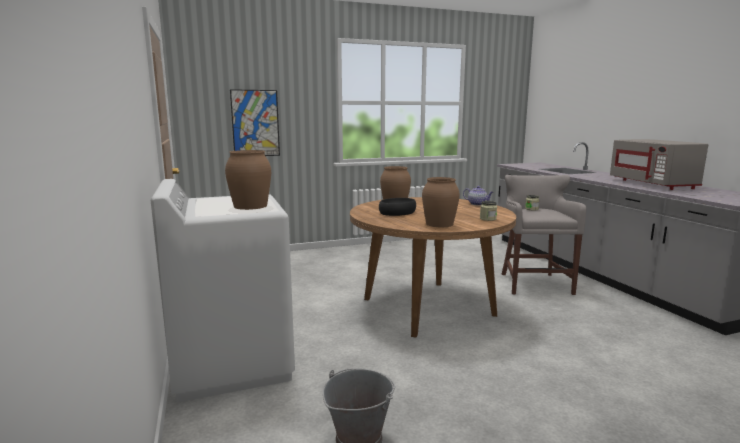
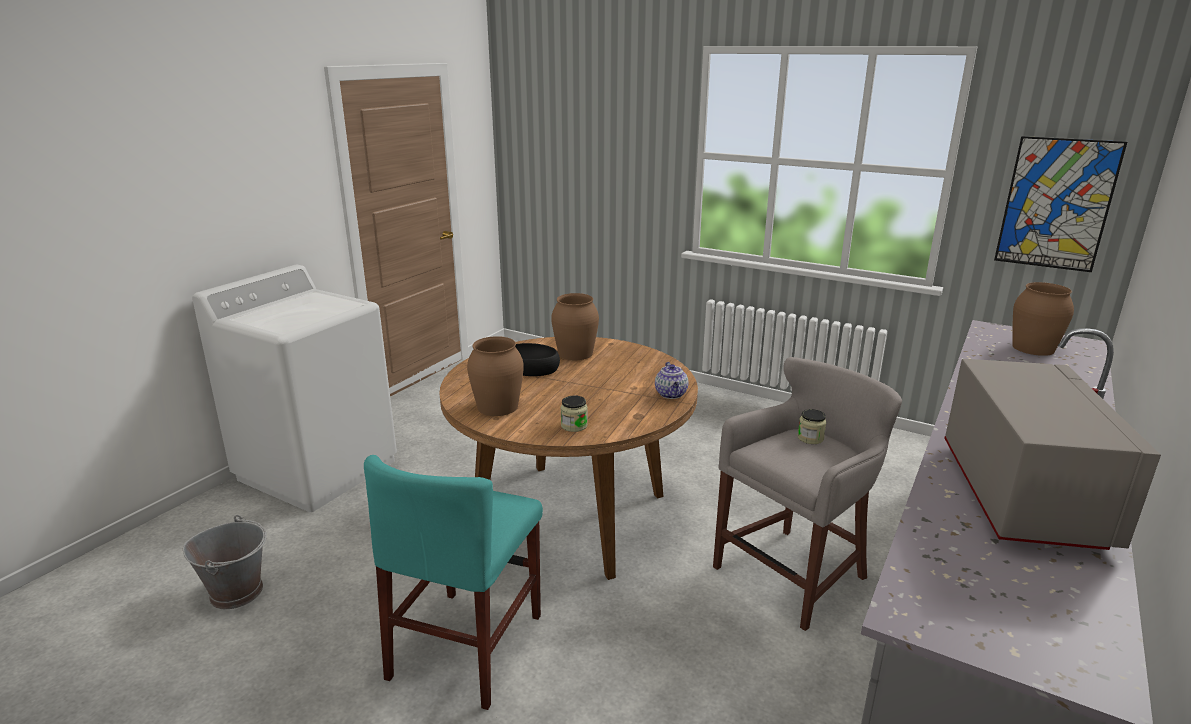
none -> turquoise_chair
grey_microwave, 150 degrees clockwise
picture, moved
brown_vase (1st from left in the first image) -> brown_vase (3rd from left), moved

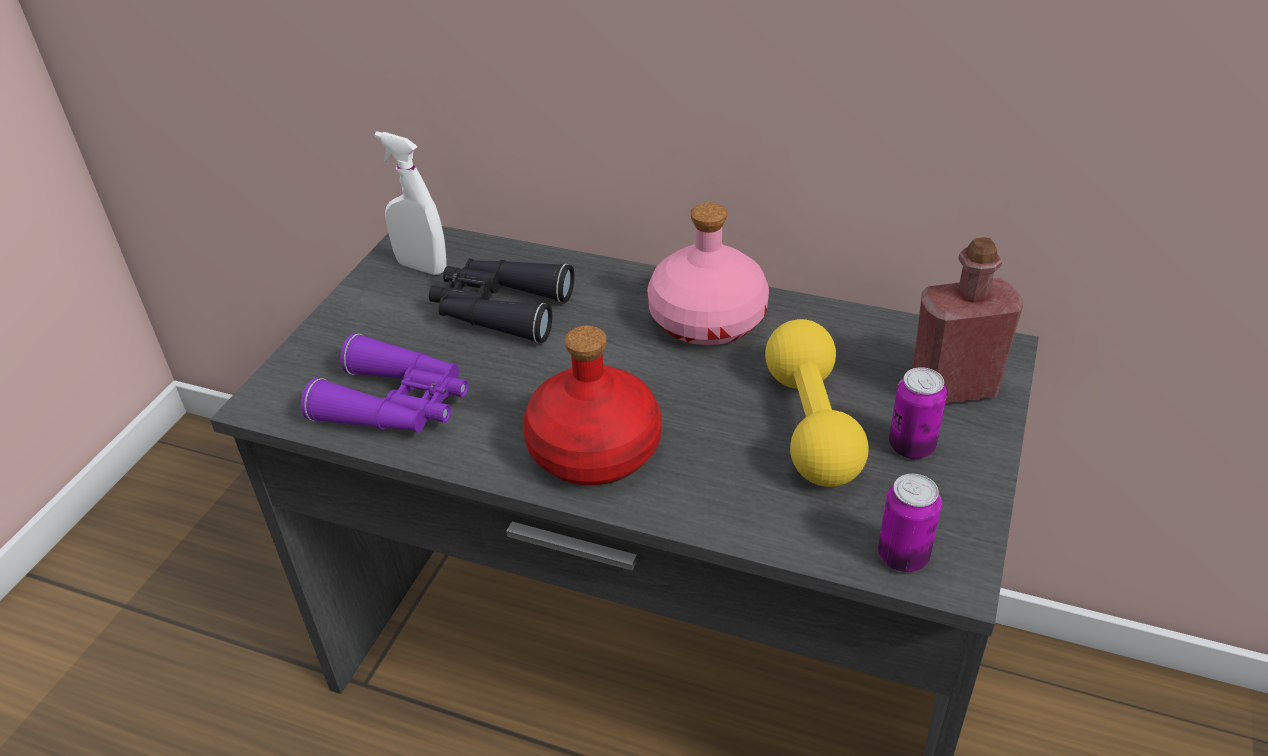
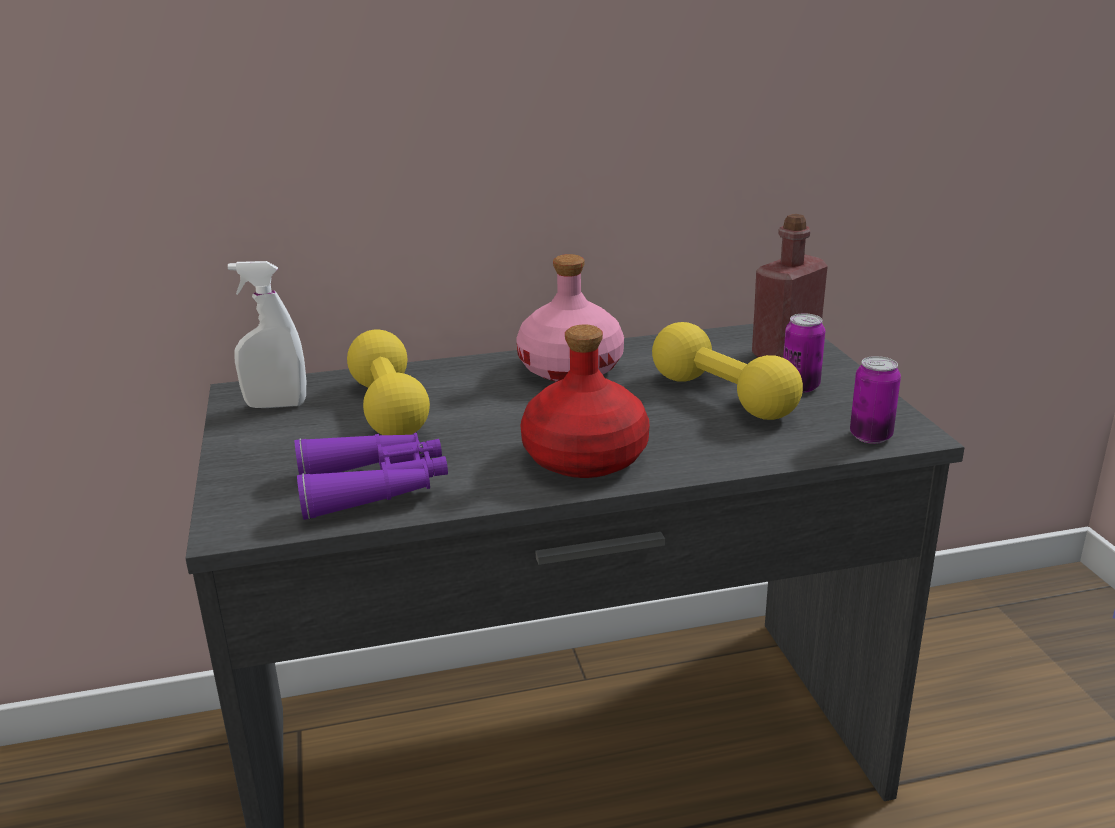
black_binoculars -> yellow_dumbbell (1st from left)

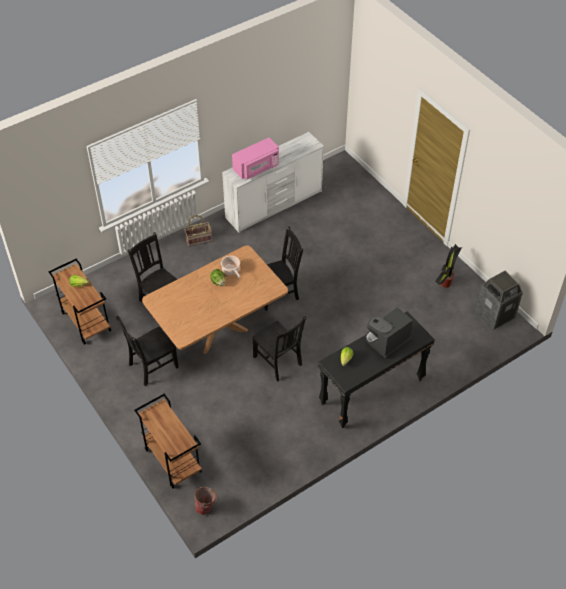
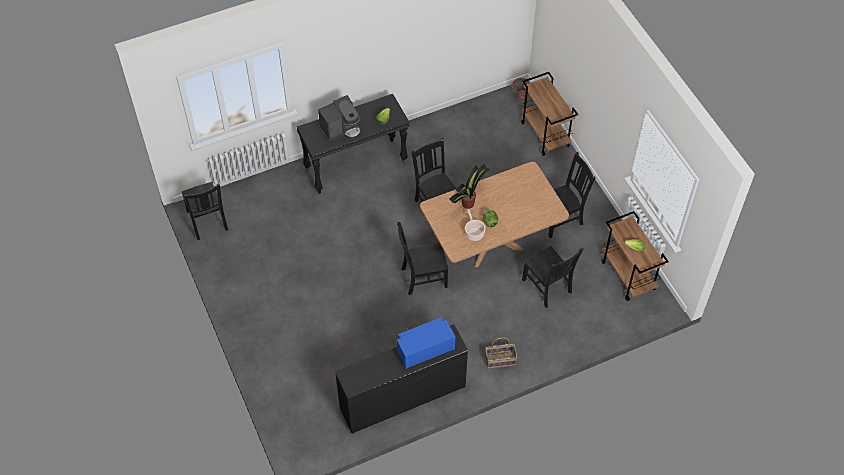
trash_can -> black_chair (1st from left)
white_dresser -> black_dresser
pink_microwave -> blue_microwave
potted_plant, moved

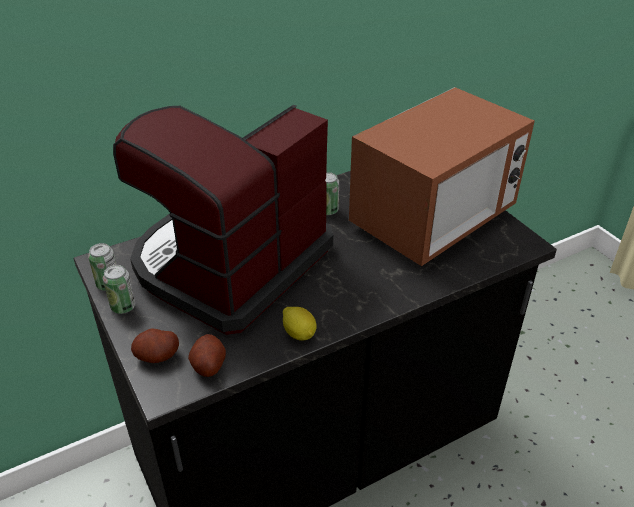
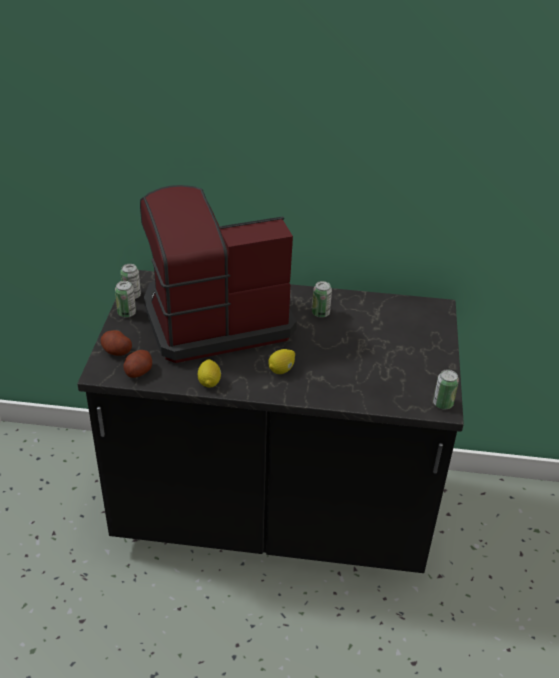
none -> lemon (2nd from left)
none -> can (4th from left)
microwave -> none

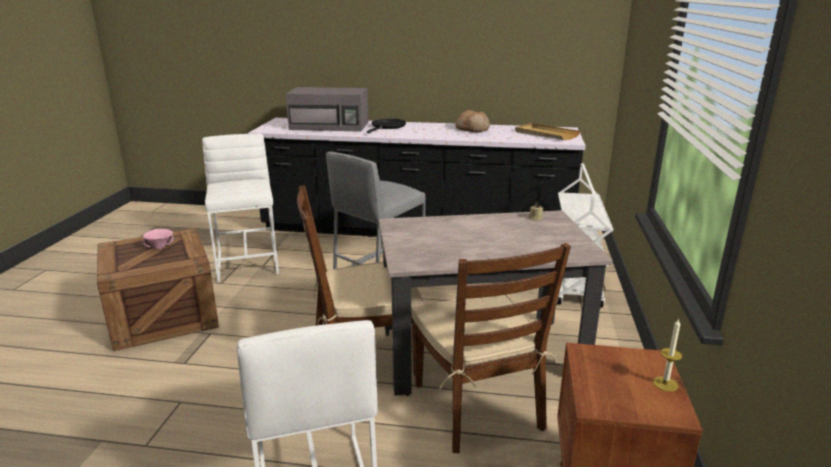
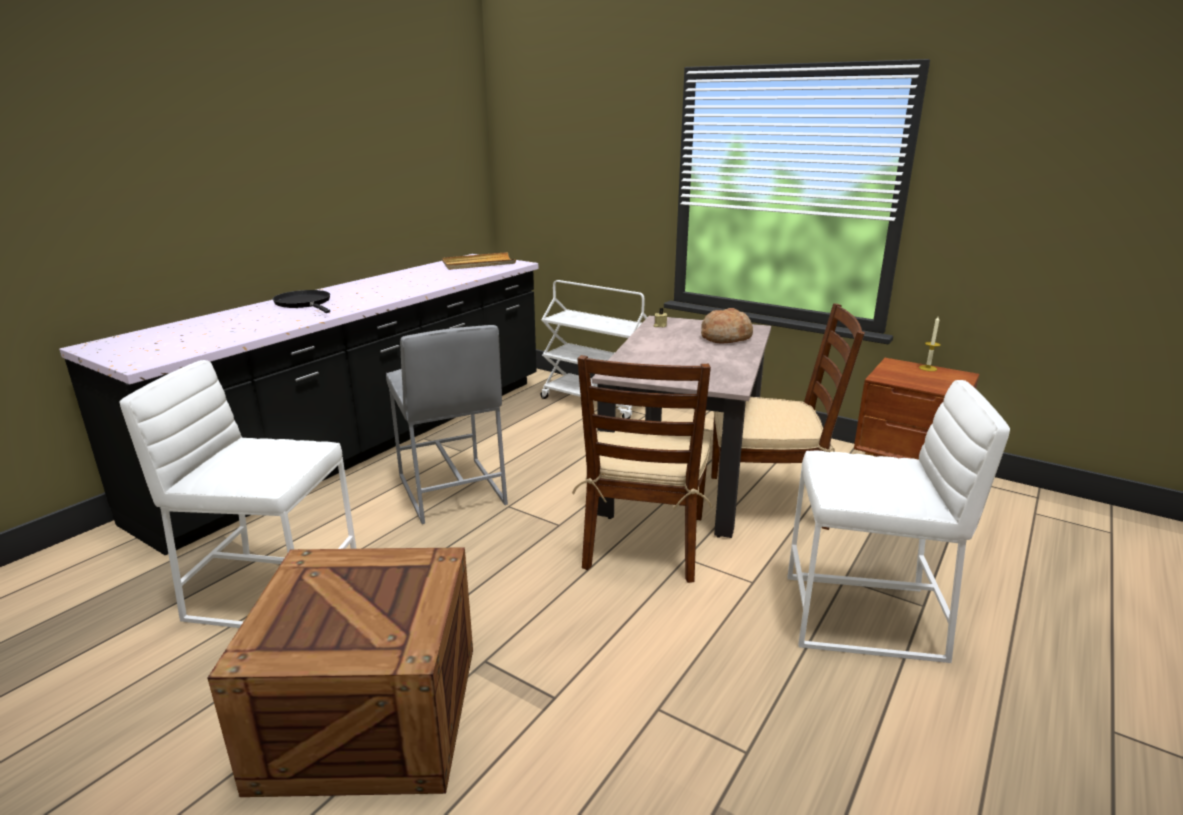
bread, moved
pink_bowl -> none
grey_microwave -> none

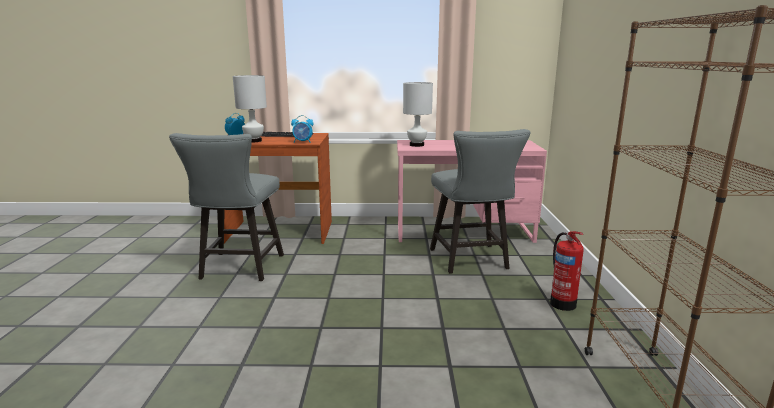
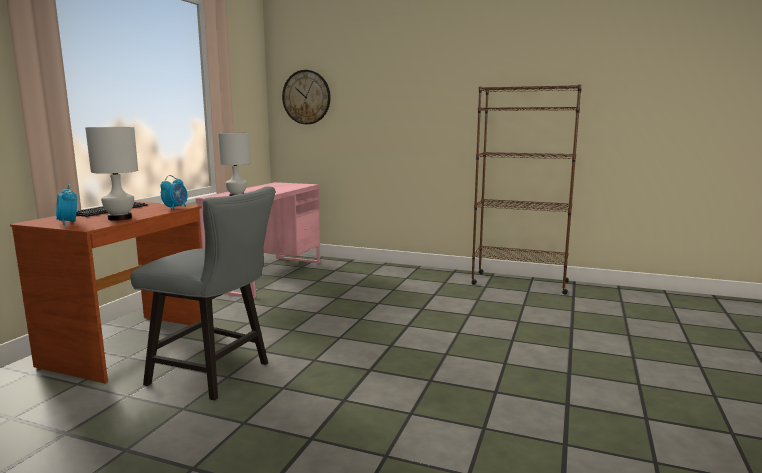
none -> wall_clock
grey_chair (2nd from left) -> none
fire_extinguisher -> none

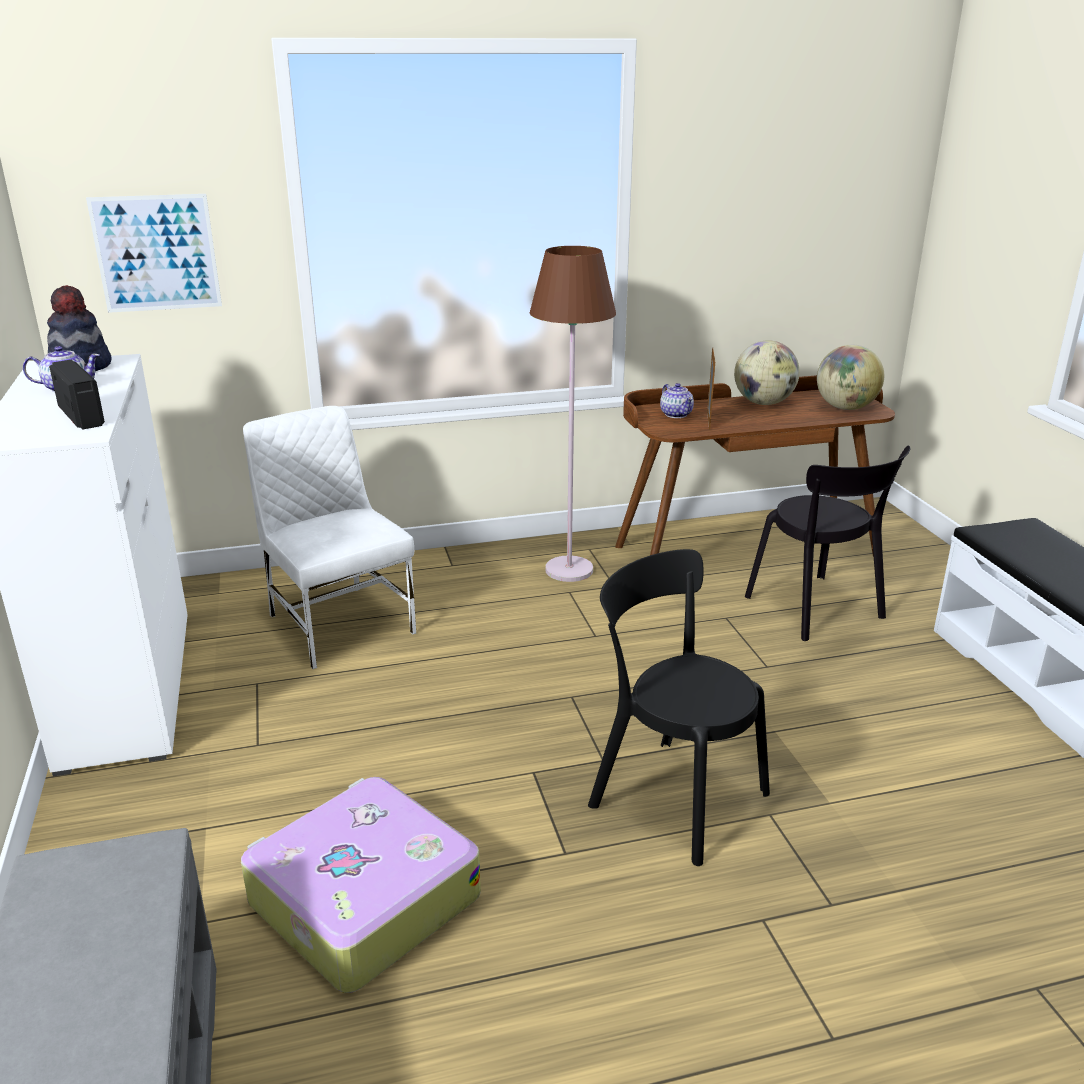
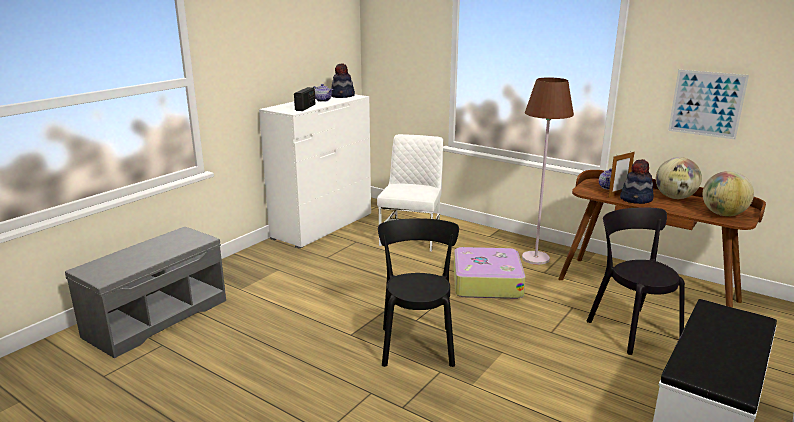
suitcase, moved
black_chair (2nd from left), 135 degrees clockwise
none -> hat (2nd from left)
picture, moved

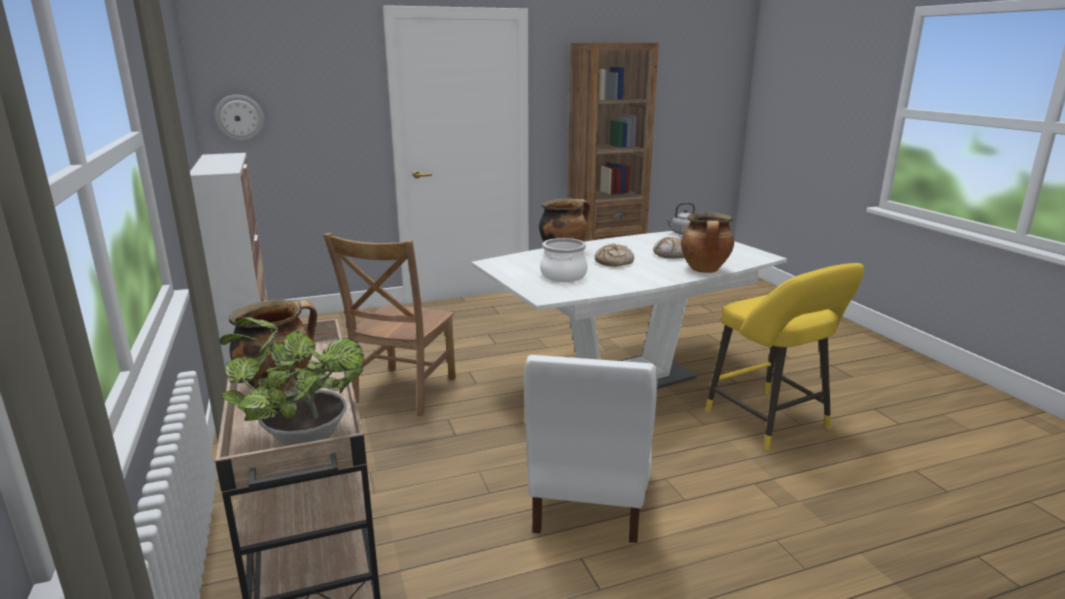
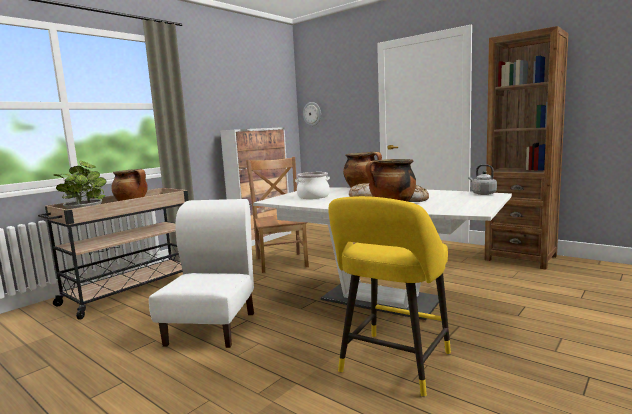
white_chair, 120 degrees clockwise
brown_chair, 90 degrees clockwise

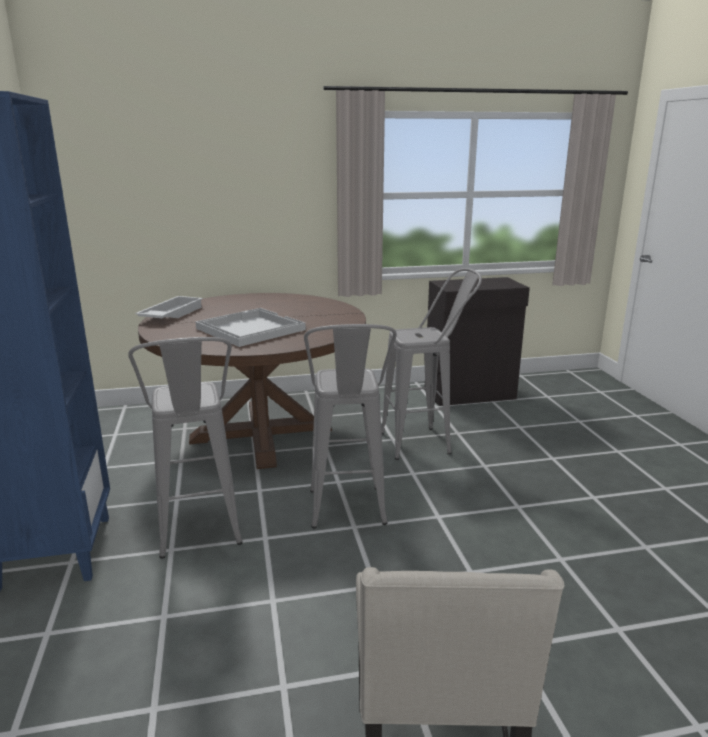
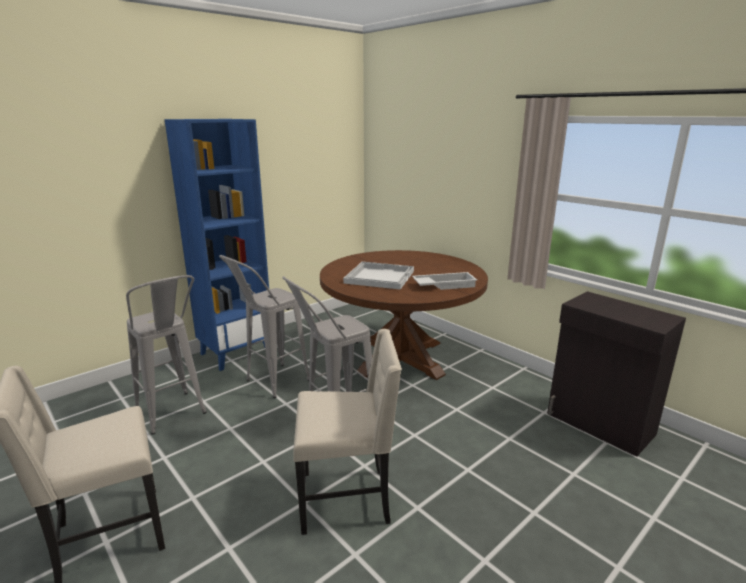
grey_stool (3rd from left in the first image) -> grey_stool (1st from left), moved
none -> beige_chair (2nd from left)
white_tray (1st from left in the first image) -> white_tray (2nd from left), moved

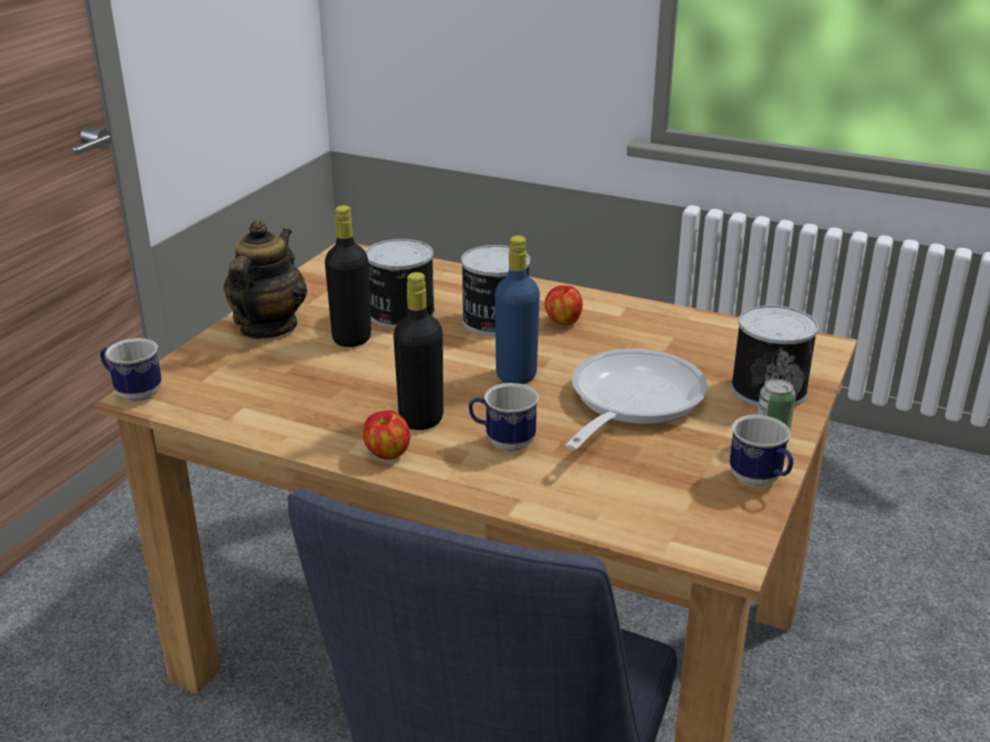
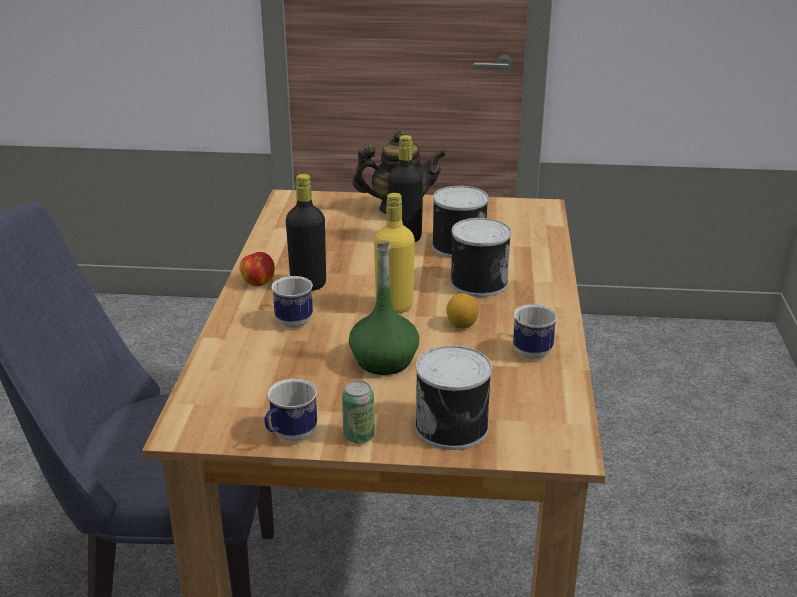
frying_pan -> green_bottle
blue_bottle -> yellow_bottle
none -> lemon
mug (1st from left in the first image) -> mug (3rd from left), moved
apple (2nd from left) -> none

